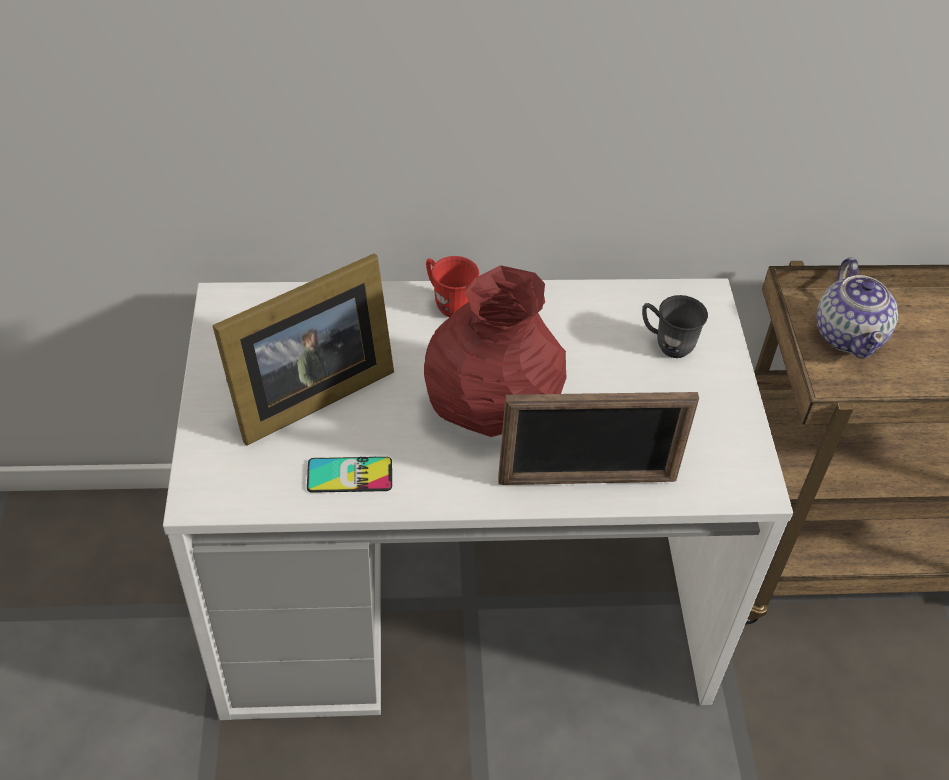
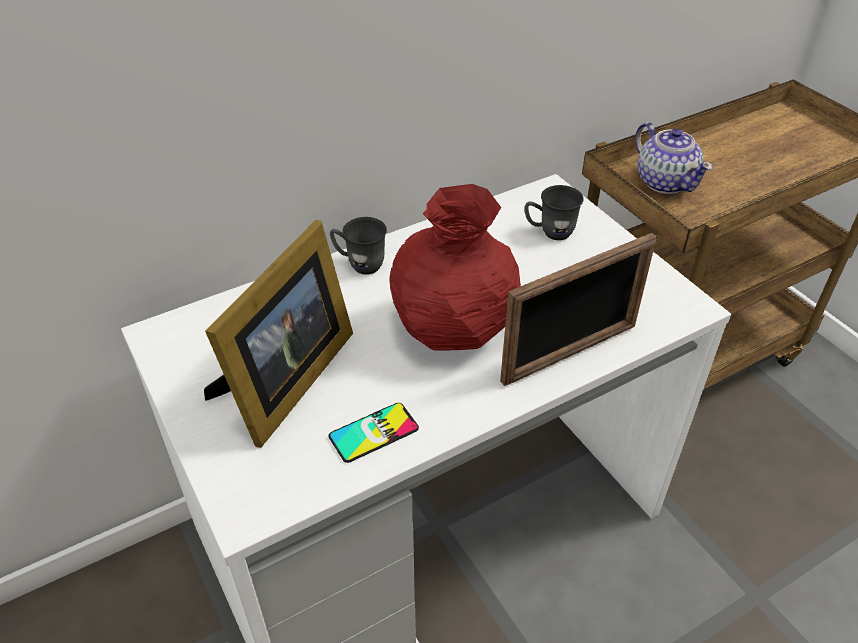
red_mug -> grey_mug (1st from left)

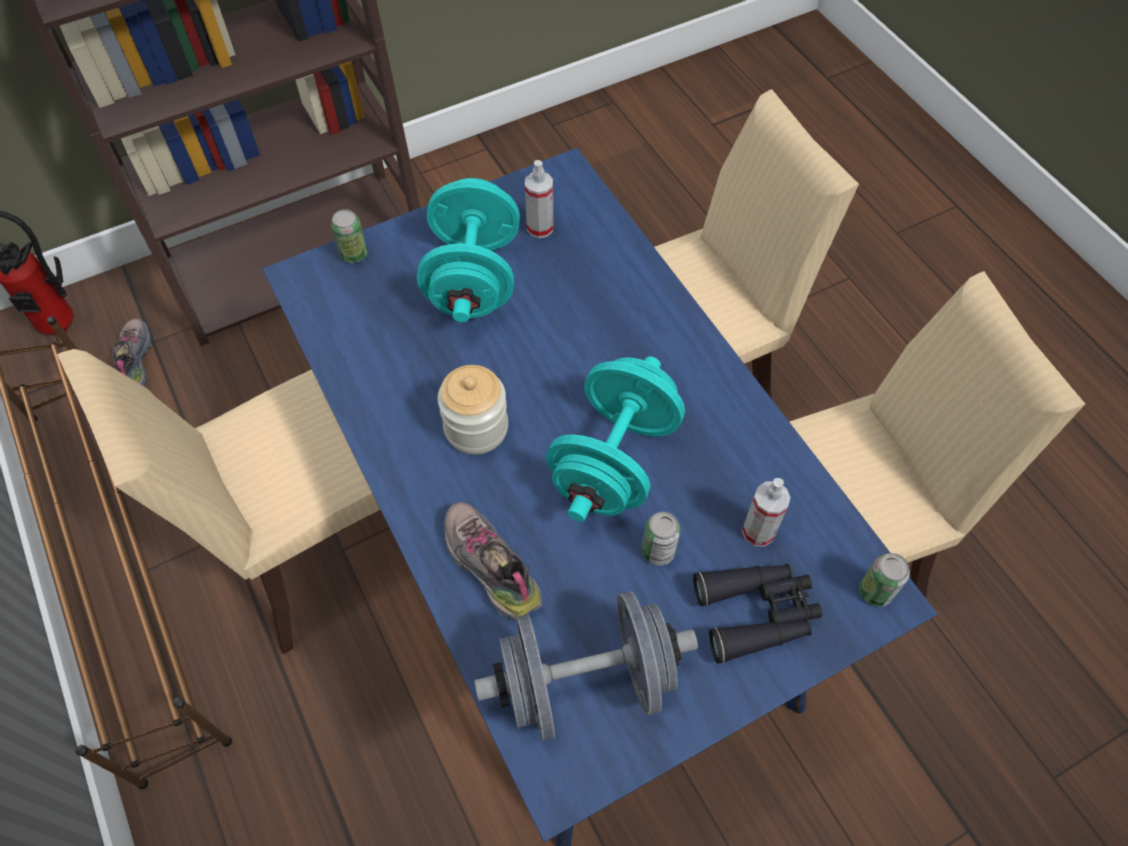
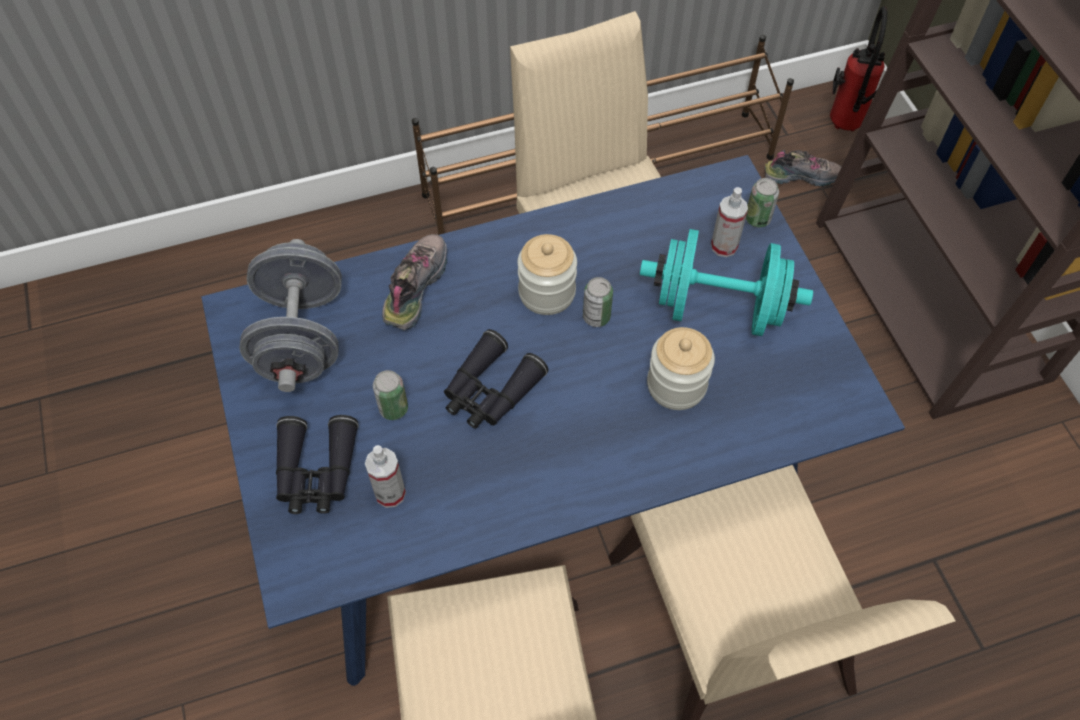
shoe (2nd from left in the first image) -> shoe (1st from left), 45 degrees counterclockwise
turquoise_dumbbell (2nd from left) -> black_binoculars (2nd from left)
can (3rd from left in the first image) -> can (2nd from left), moved
none -> jar (2nd from left)
spray_bottle (1st from left in the first image) -> spray_bottle (2nd from left), moved

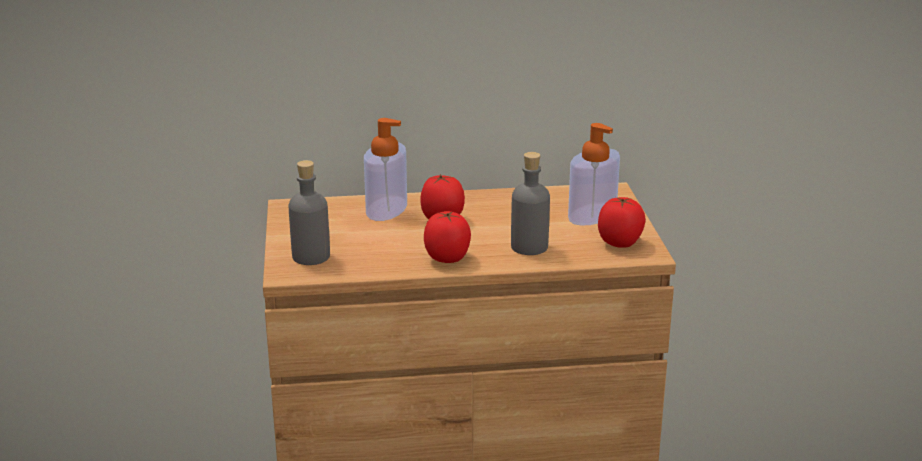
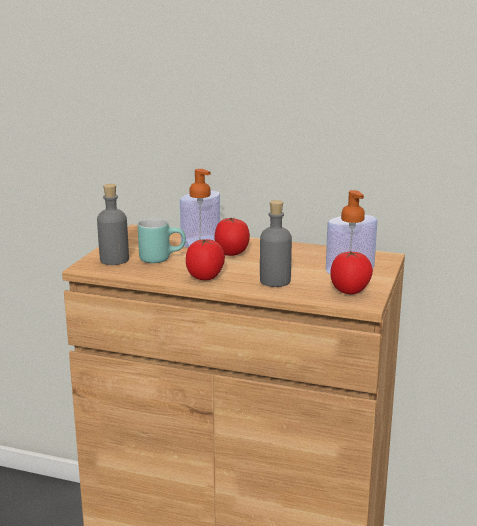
none -> turquoise_mug

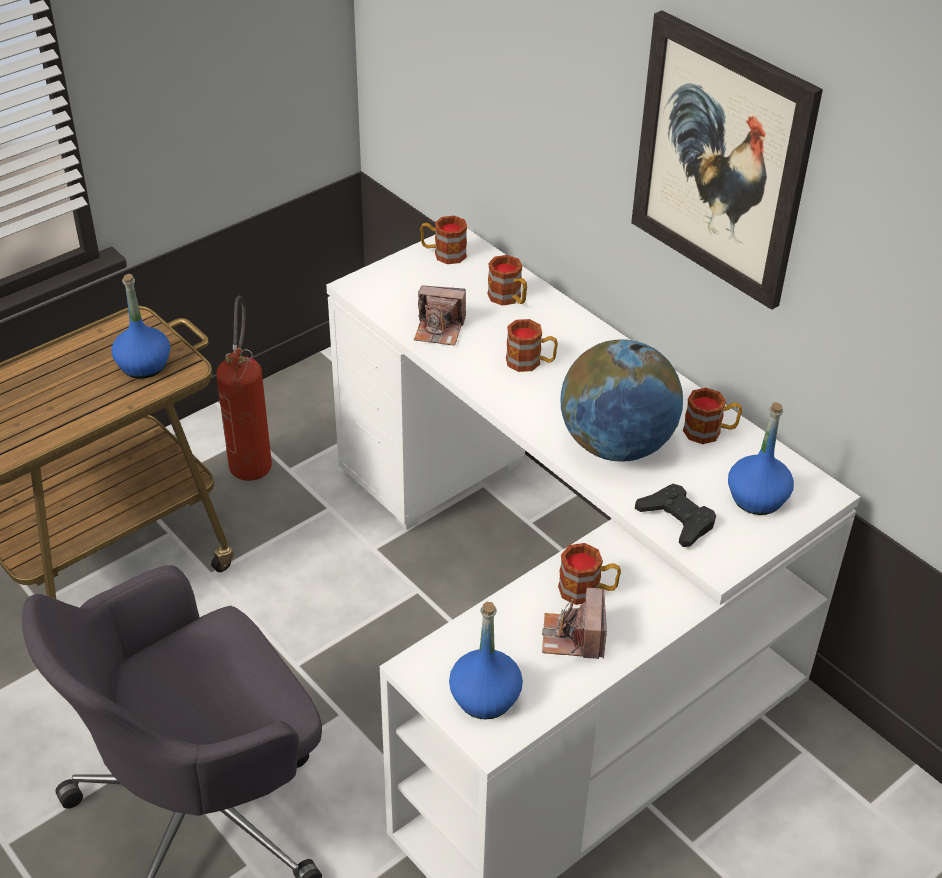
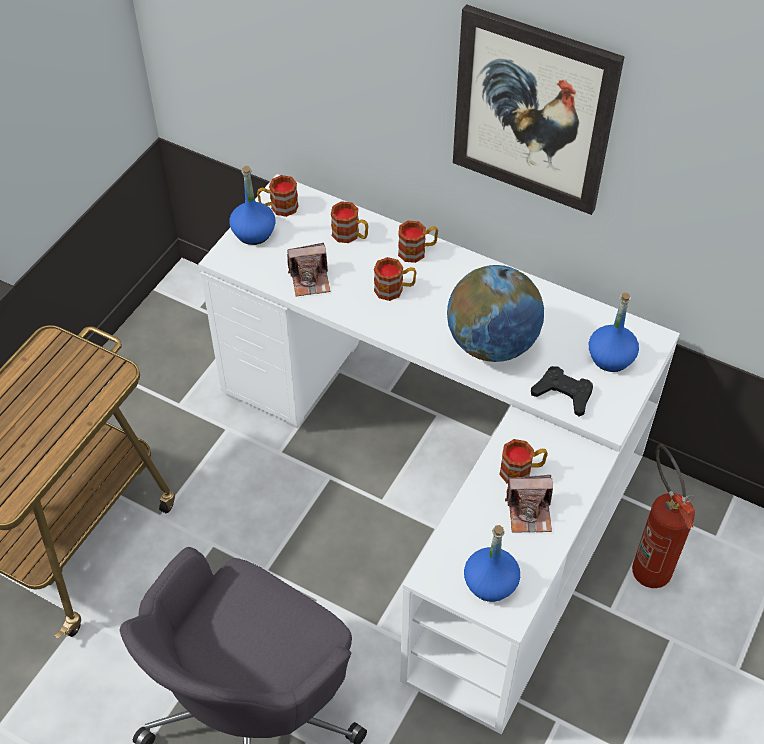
blue_bottle (1st from left), moved
mug (5th from left in the first image) -> mug (4th from left), moved
photo_camera (2nd from left), 75 degrees counterclockwise
fire_extinguisher, moved

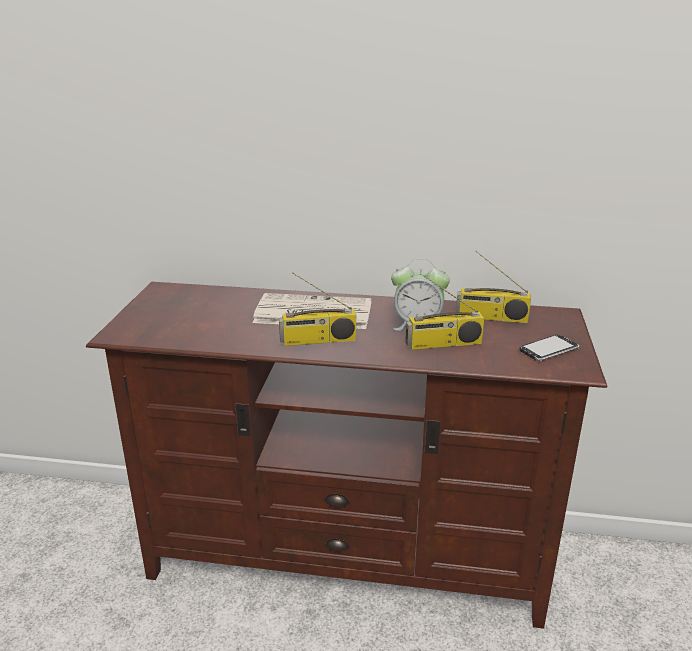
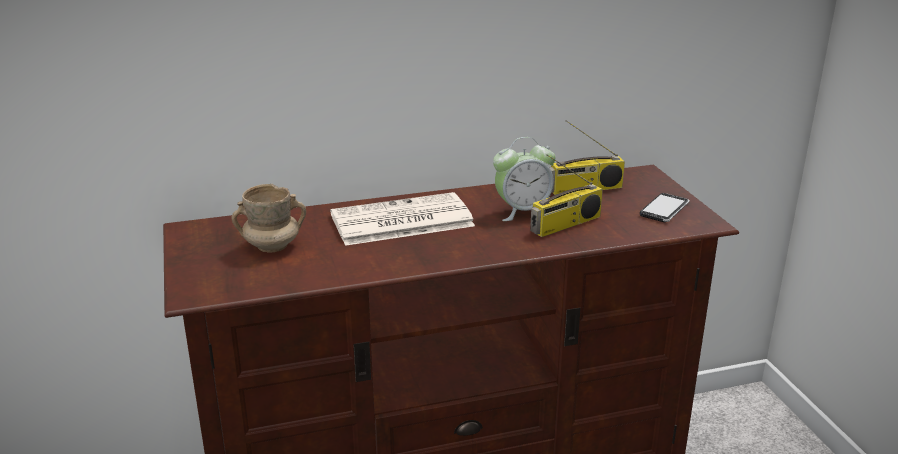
none -> beige_mug
radio (1st from left) -> none

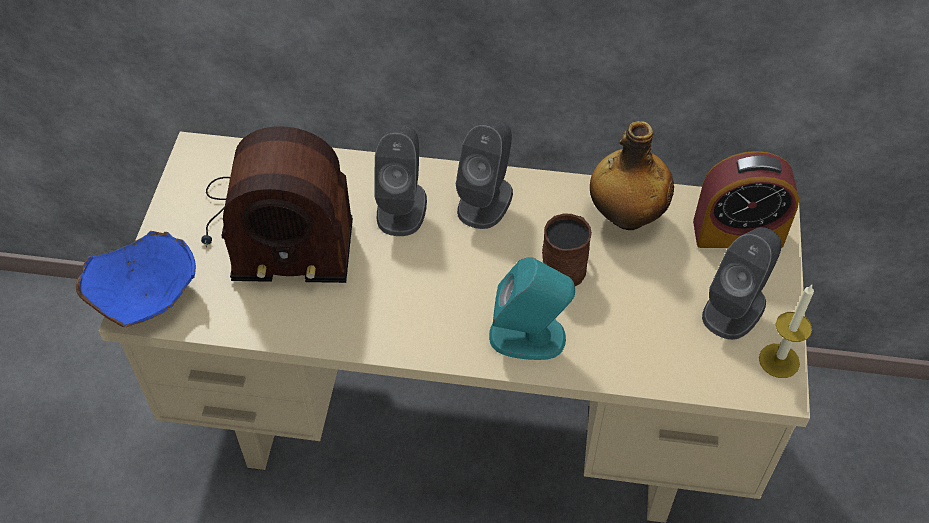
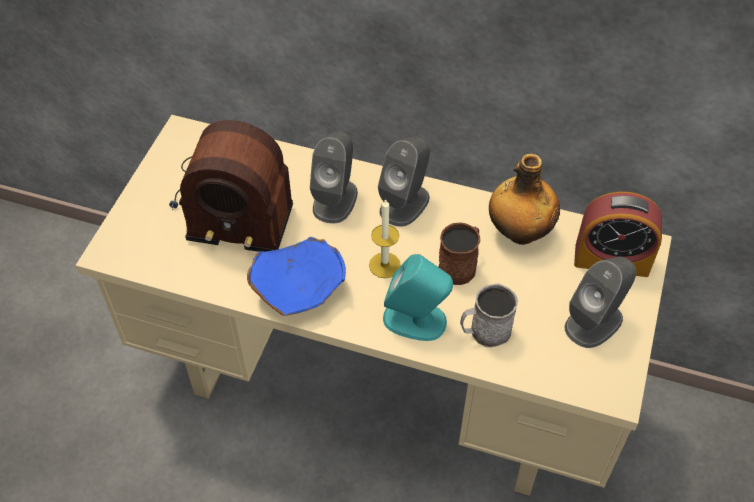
blue_bowl, moved
candle, moved
none -> grey_mug

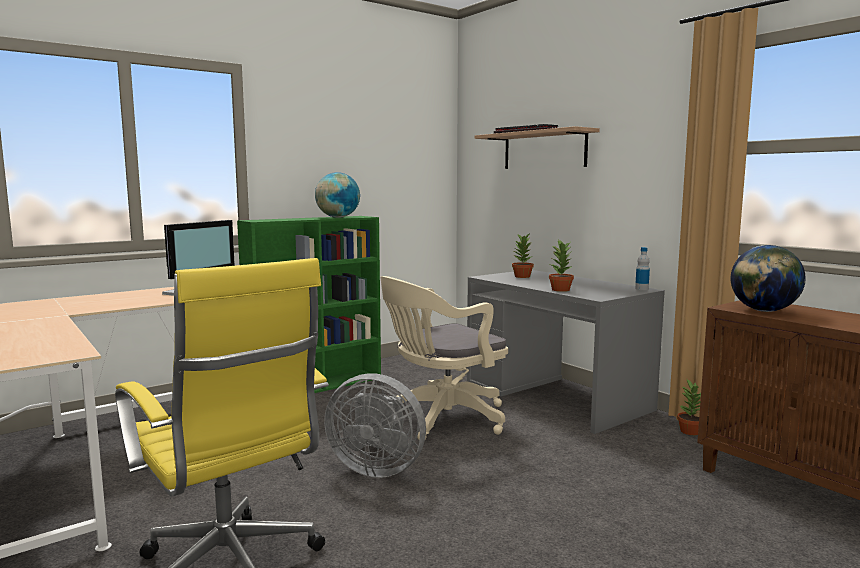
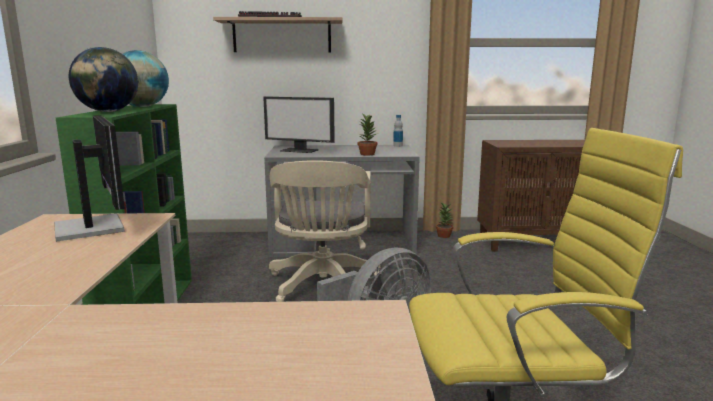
globe (2nd from left in the first image) -> globe (1st from left), moved
potted_plant (1st from left) -> monitor (2nd from left)

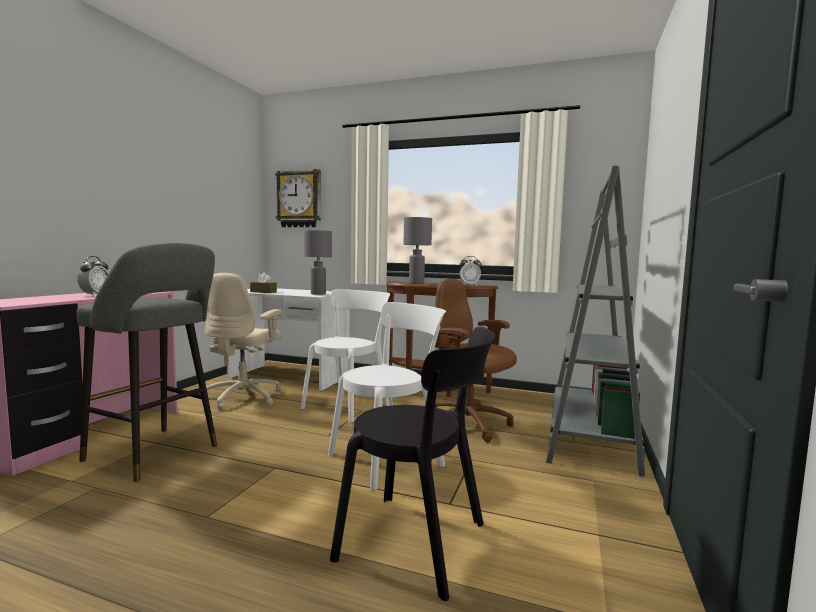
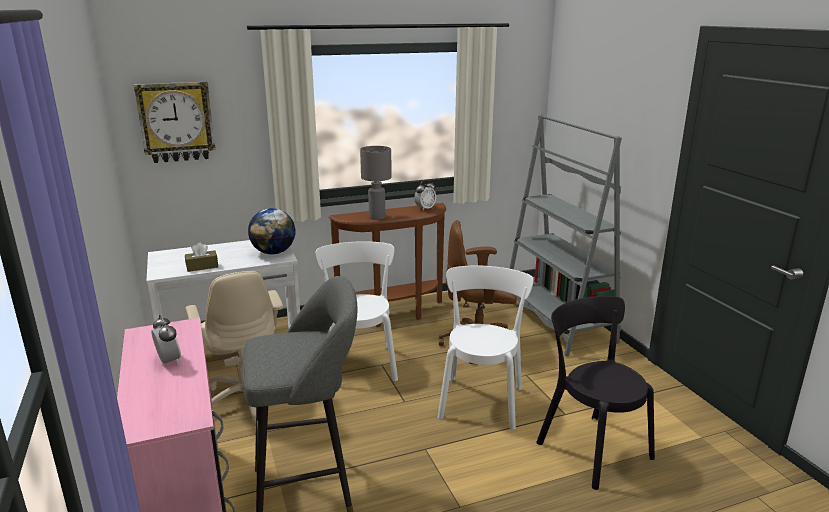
grey_table_lamp (1st from left) -> globe
black_chair, 105 degrees counterclockwise

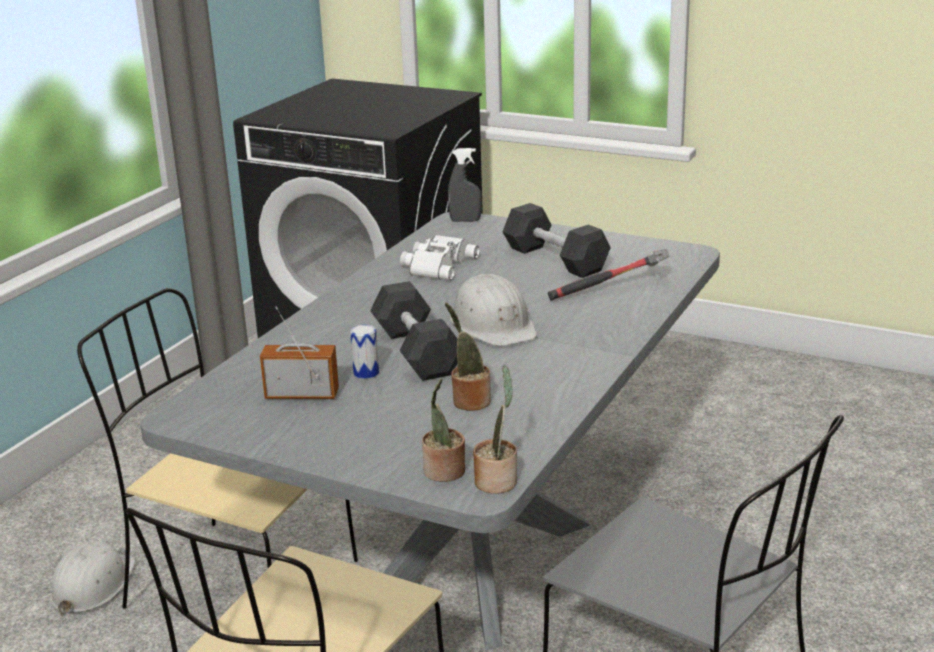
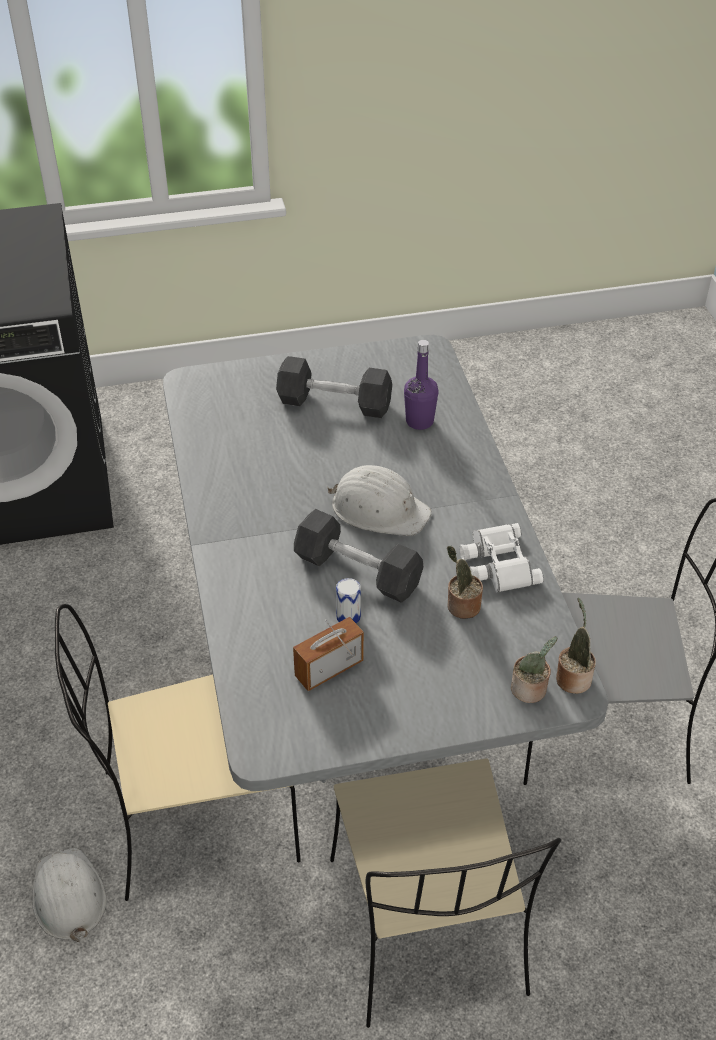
hammer -> purple_bottle
white_binoculars, moved
grey_spray_bottle -> none

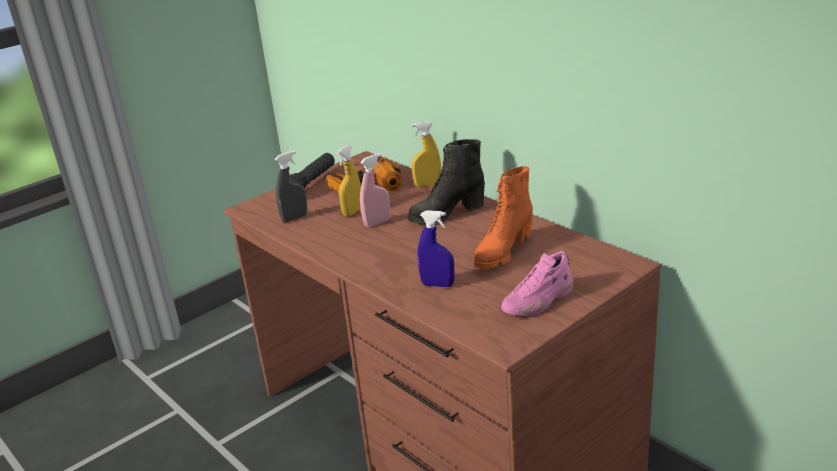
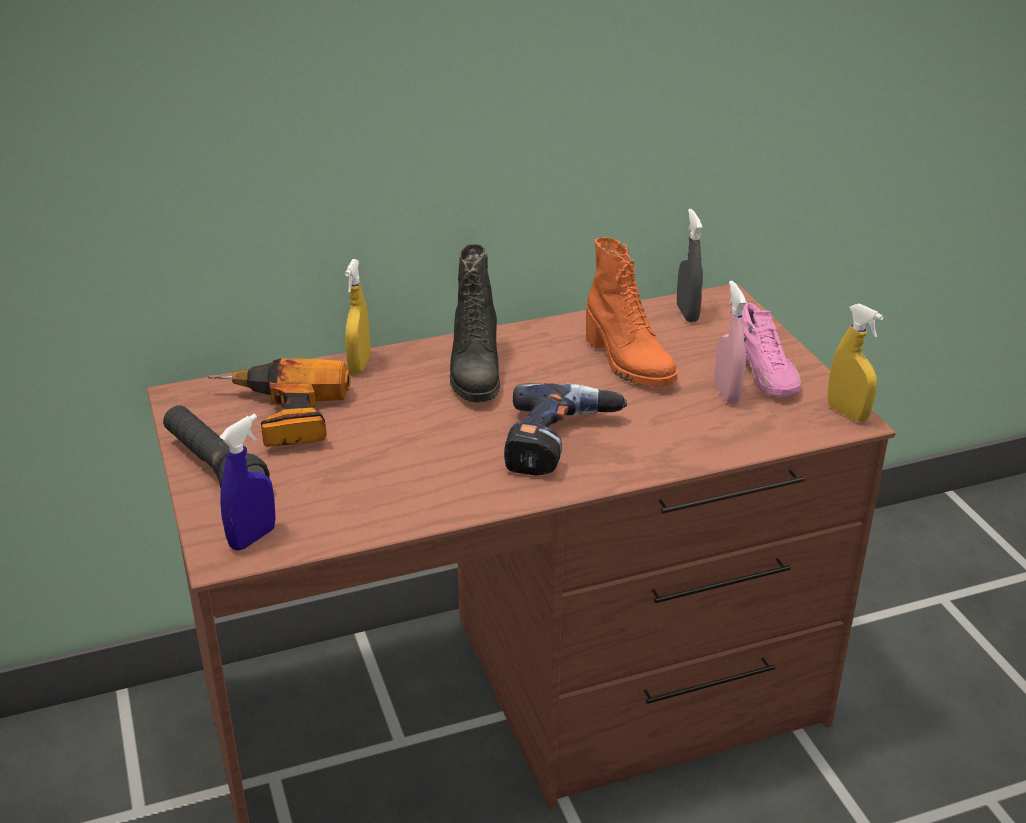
blue_spray_bottle, moved
none -> power_drill (2nd from left)
grey_spray_bottle, moved
pink_spray_bottle, moved
yellow_spray_bottle (1st from left in the first image) -> yellow_spray_bottle (2nd from left), moved

